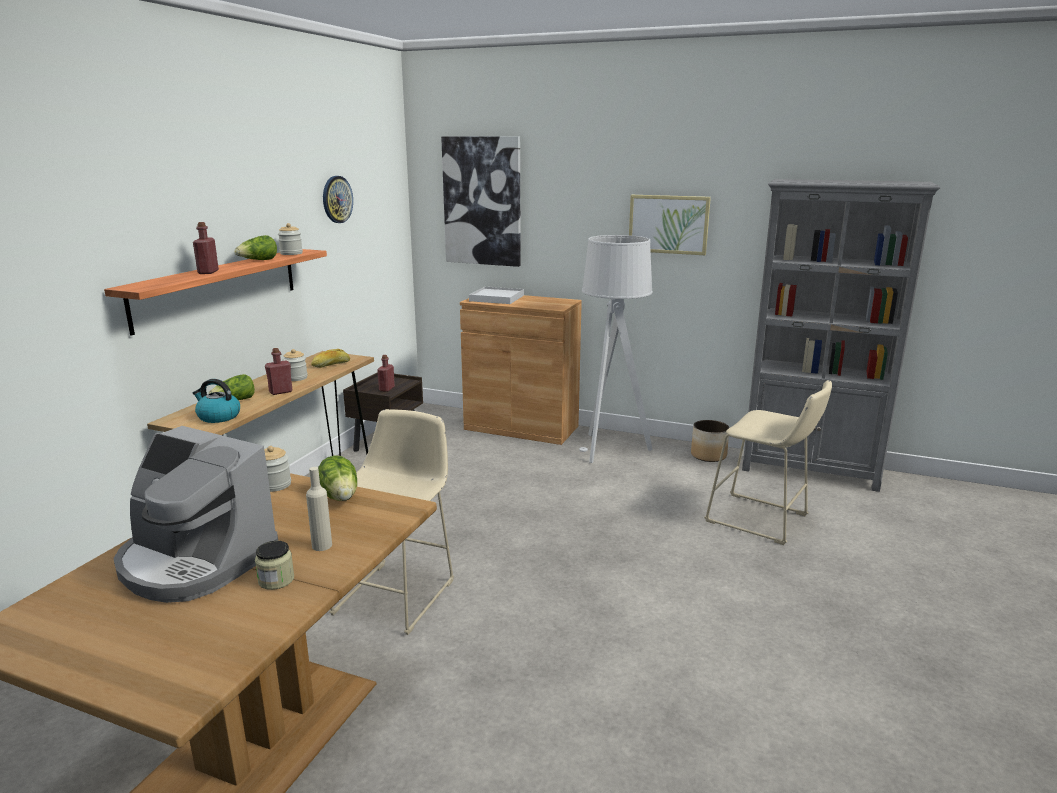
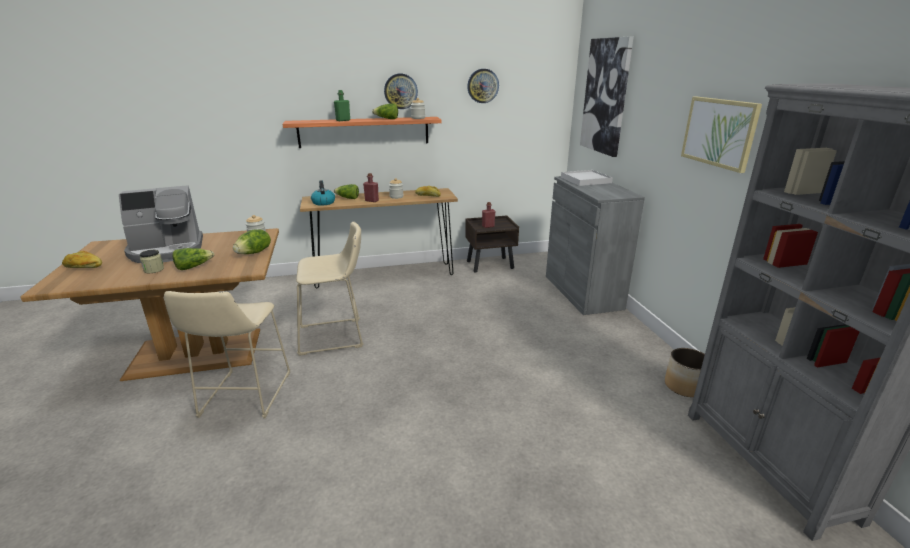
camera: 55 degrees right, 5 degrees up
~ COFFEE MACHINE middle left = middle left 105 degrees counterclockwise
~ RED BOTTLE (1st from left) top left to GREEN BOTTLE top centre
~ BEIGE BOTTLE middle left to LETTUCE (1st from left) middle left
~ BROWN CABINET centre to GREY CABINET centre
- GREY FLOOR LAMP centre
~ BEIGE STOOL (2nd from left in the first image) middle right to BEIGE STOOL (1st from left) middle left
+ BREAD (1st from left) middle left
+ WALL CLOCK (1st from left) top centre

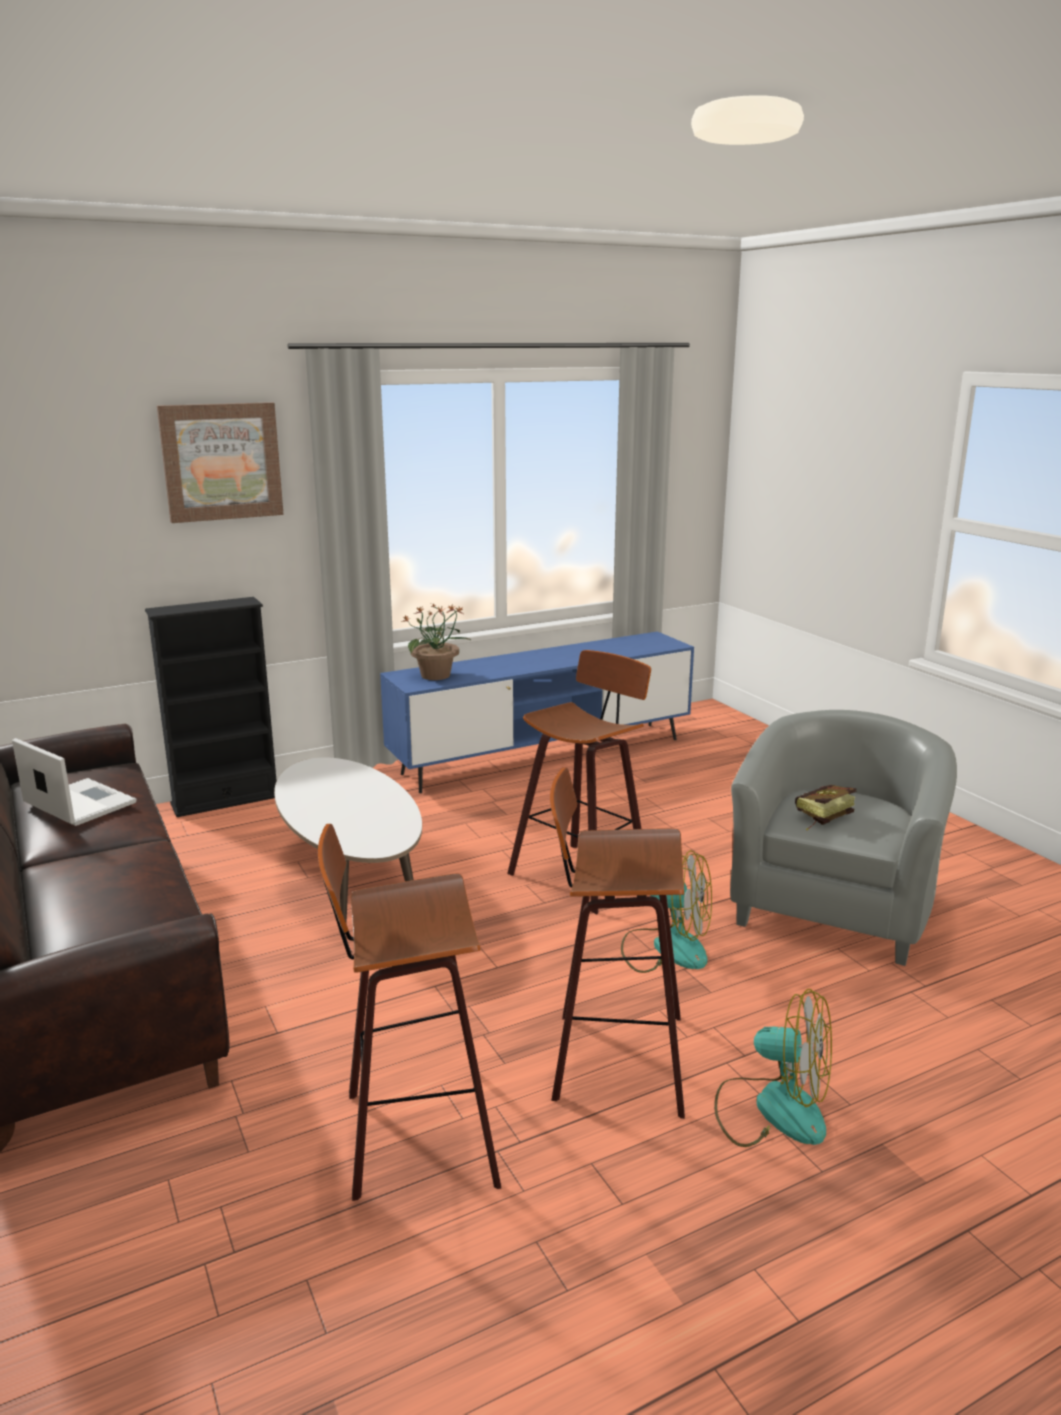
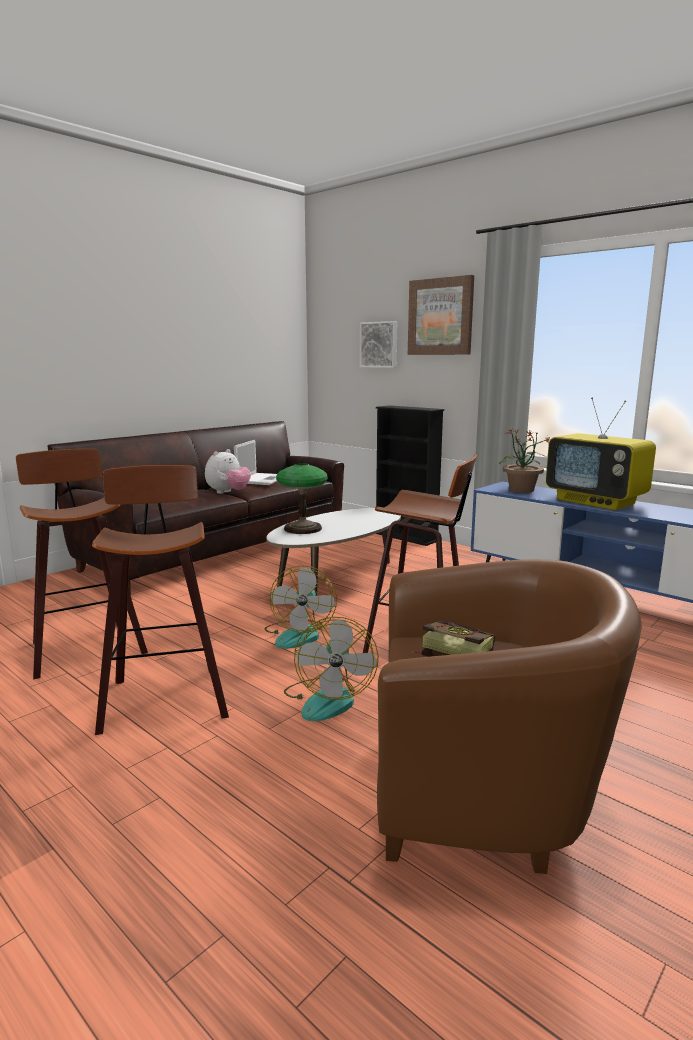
camera: 70 degrees right, 5 degrees down
~ FAN (2nd from left in the first image) bottom right to FAN (1st from left) centre
~ GREY ARMCHAIR middle right to BROWN ARMCHAIR bottom right
+ PLUSH TOY middle left
+ TABLE LAMP centre
+ PICTURE (1st from left) top centre
+ TELEVISION middle right

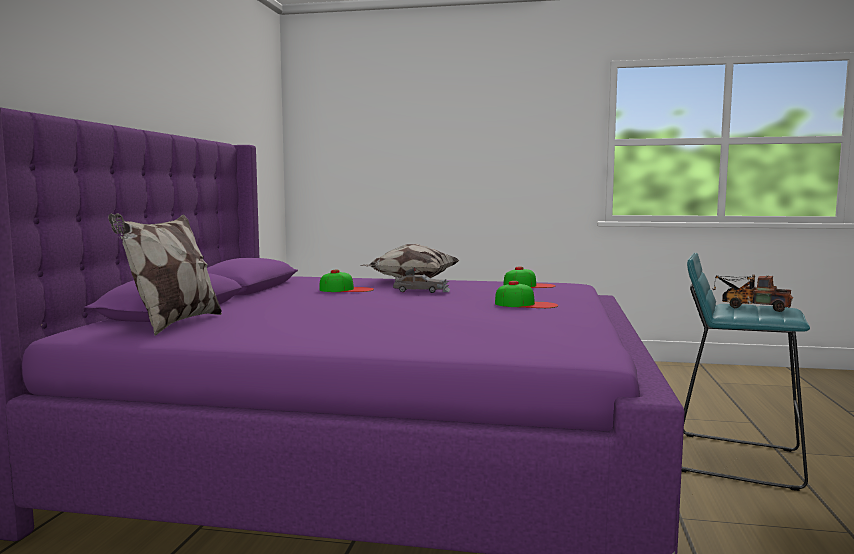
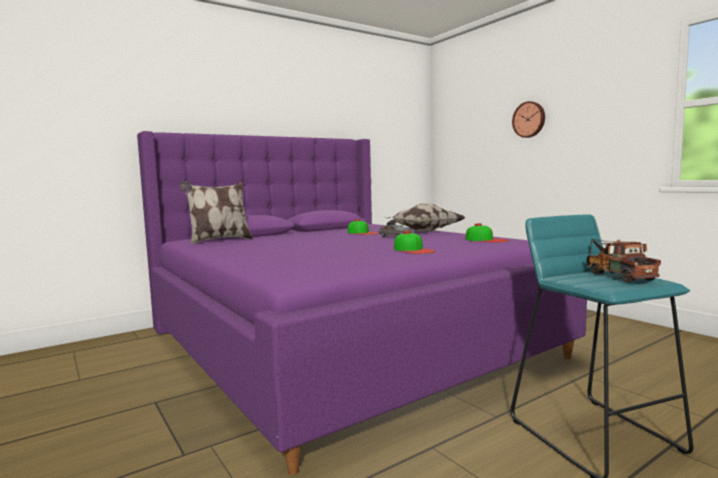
camera: 45 degrees right, 0 degrees up
+ WALL CLOCK top right

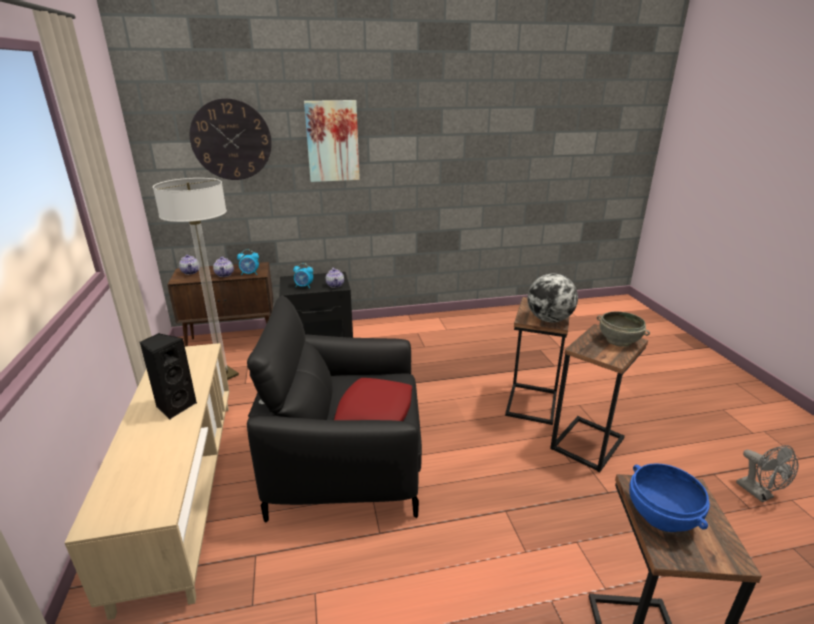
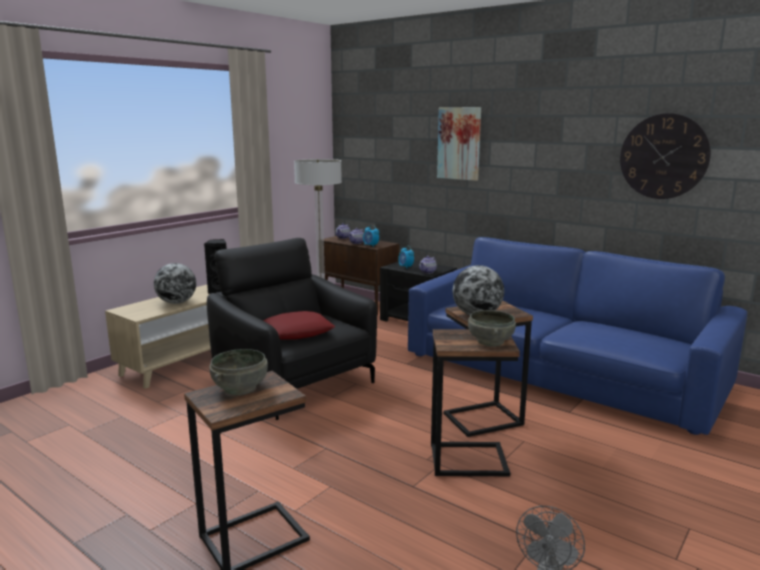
camera: 50 degrees right, 10 degrees down
~ WALL CLOCK top left to top right
~ BLUE BOWL bottom right to GREY BOWL (1st from left) middle left
+ GLOBE (1st from left) middle left
+ BLUE SOFA middle right

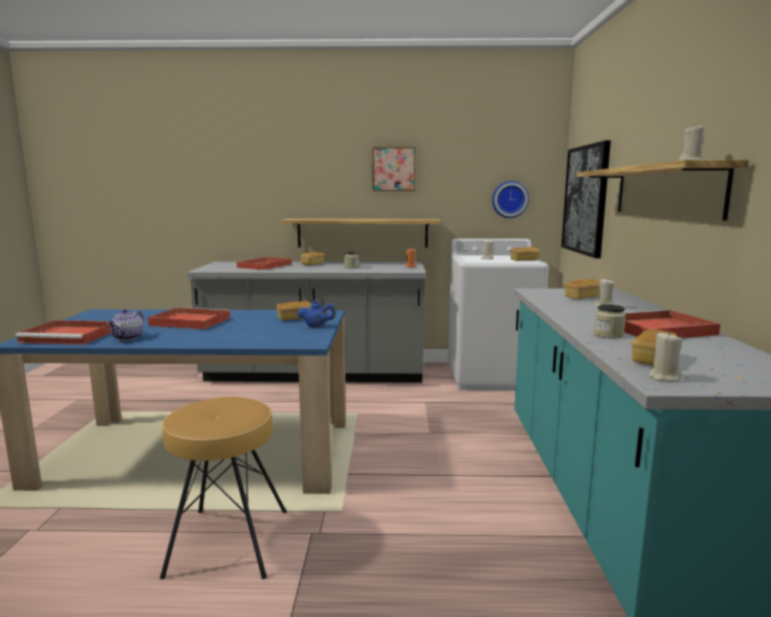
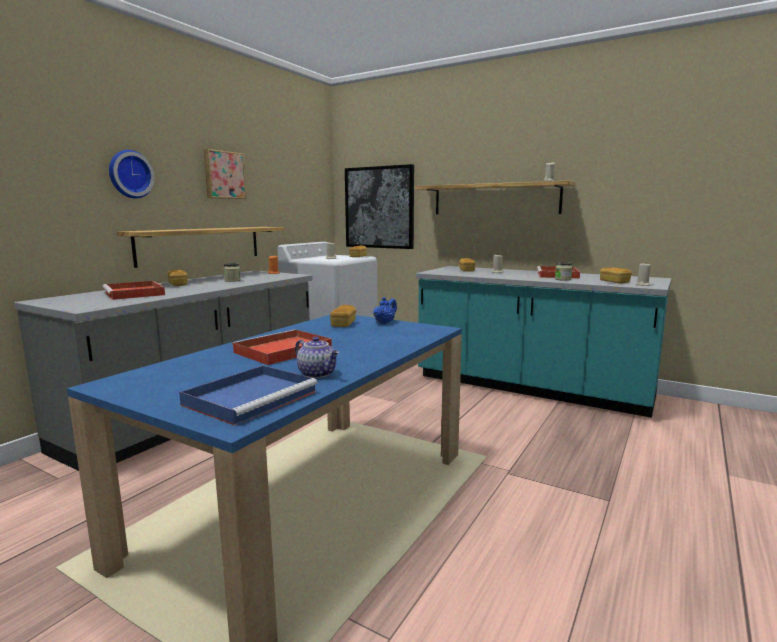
camera: 60 degrees left, 0 degrees up
~ RED TRAY (1st from left) middle left to BLUE TRAY middle left
- BROWN STOOL bottom left
~ WALL CLOCK top centre to top left

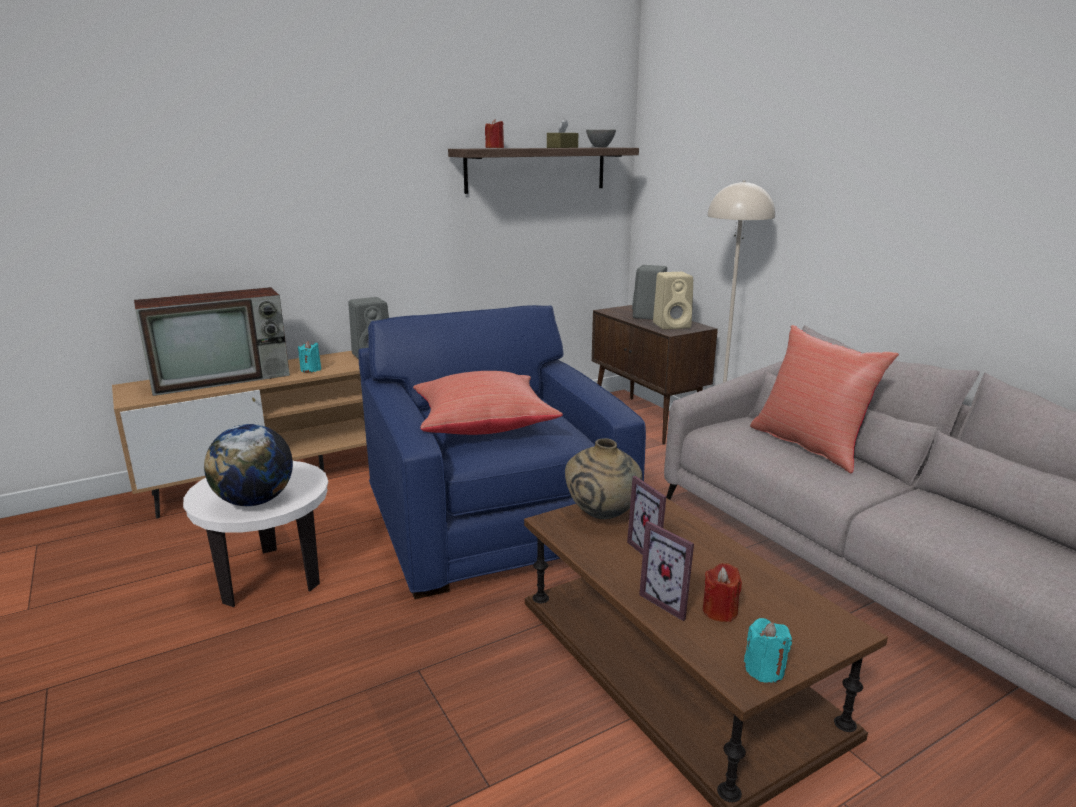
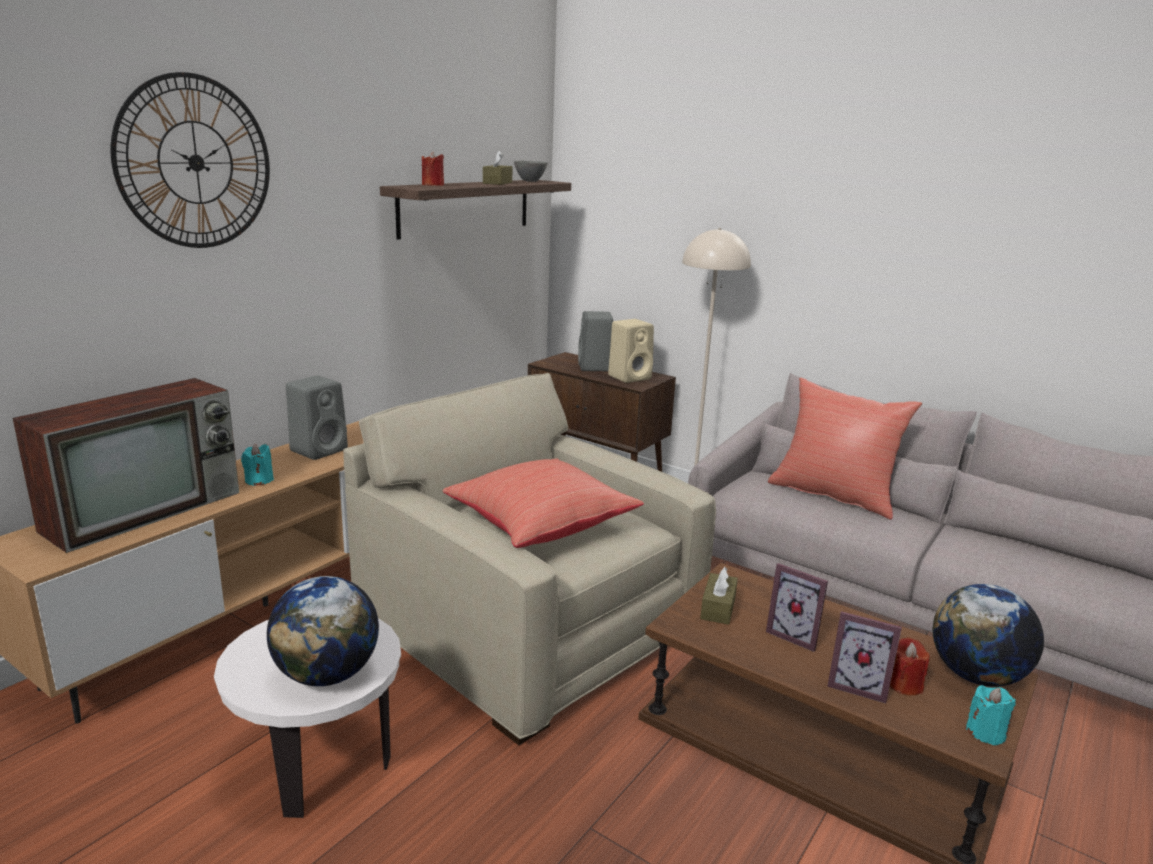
camera: 25 degrees left, 0 degrees up
~ BLUE ARMCHAIR centre to BEIGE ARMCHAIR centre
~ BEIGE VASE centre to BROWN TISSUE BOX (2nd from left) bottom centre
+ WALL CLOCK top left
+ GLOBE (2nd from left) bottom right

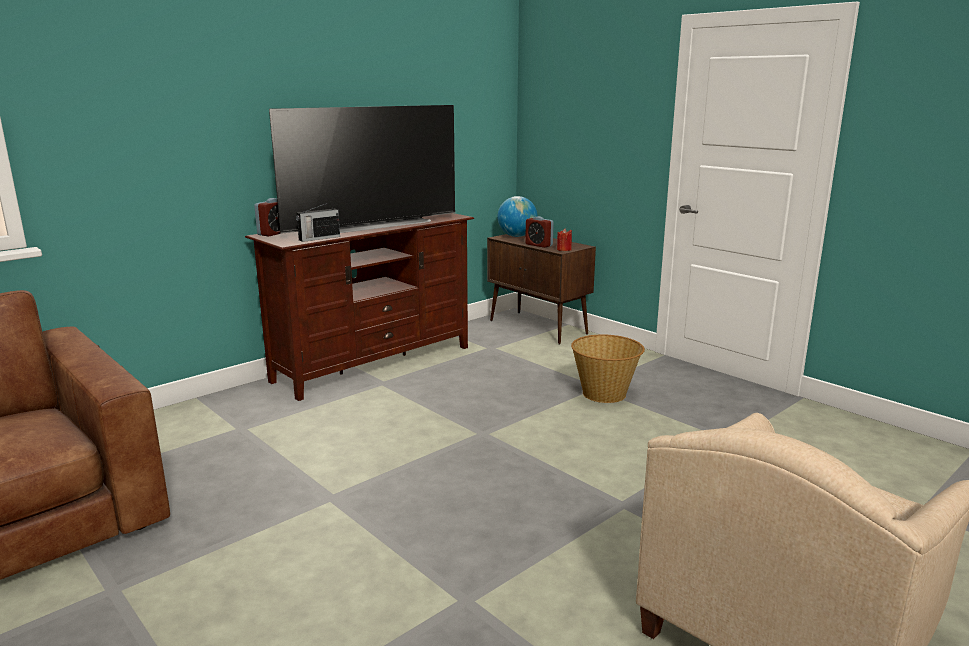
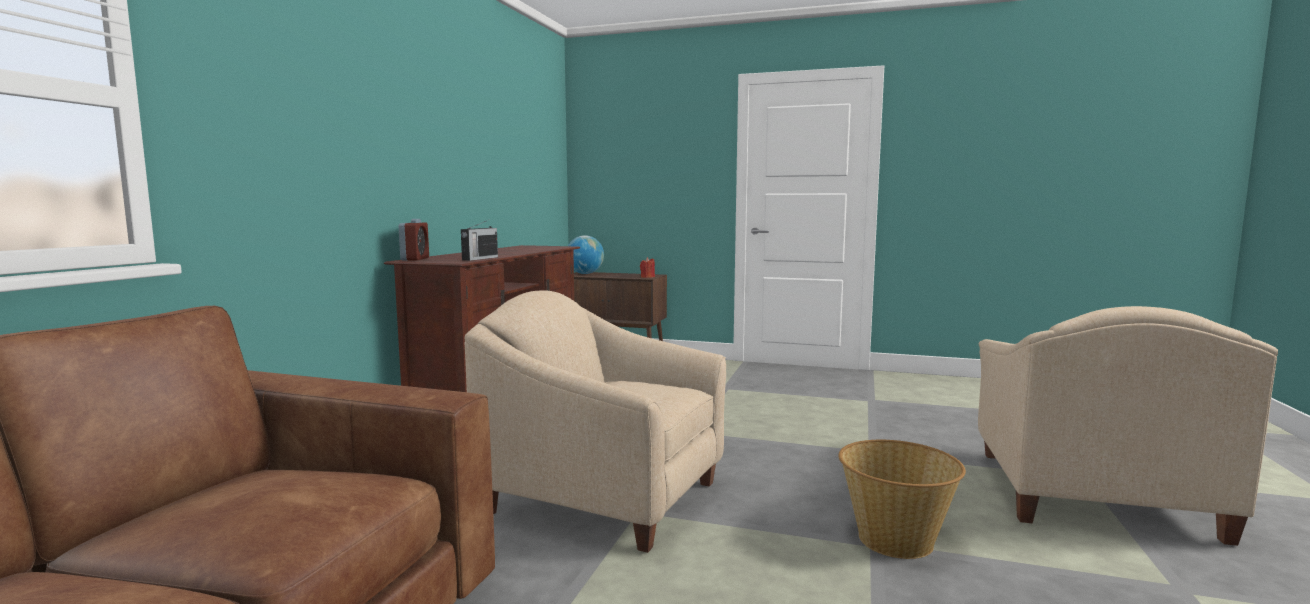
camera: 30 degrees left, 10 degrees down
- TELEVISION top centre
- ALARM CLOCK (2nd from left) centre
~ BASKET centre to bottom right
+ BEIGE ARMCHAIR (1st from left) bottom centre

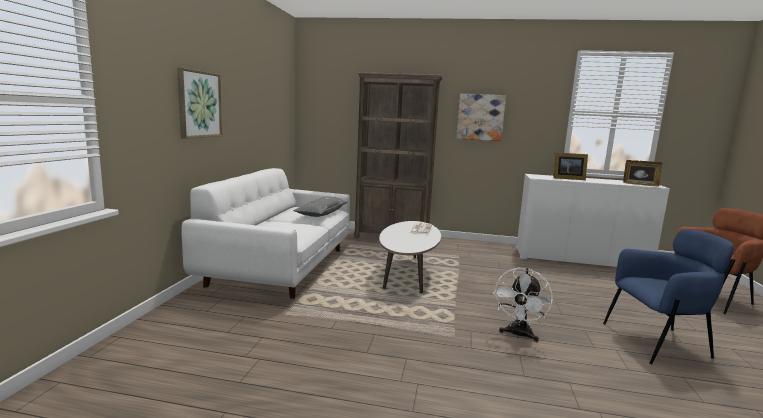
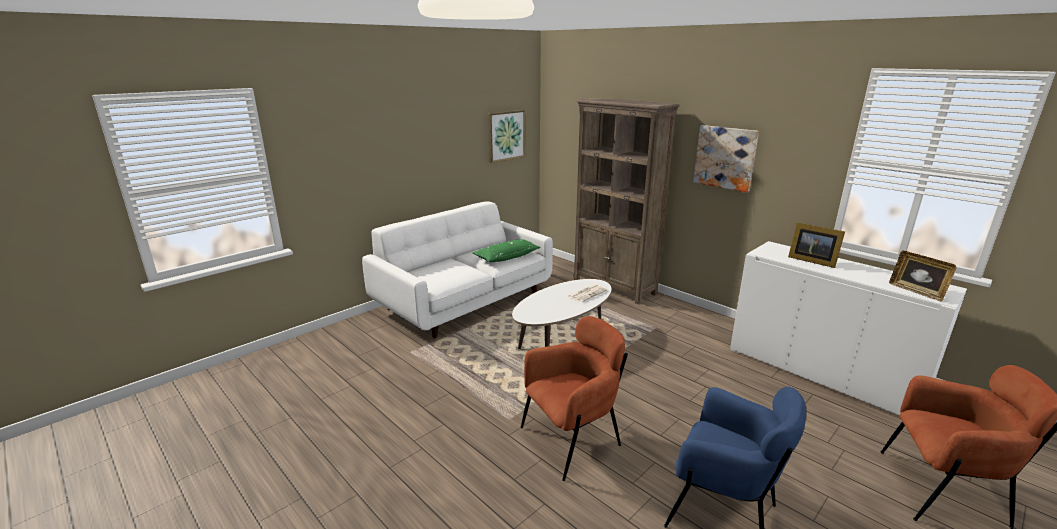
camera: 35 degrees right, 10 degrees up
~ PICTURE (1st from left) top left to top centre
~ GREY PILLOW centre to GREEN PILLOW centre
~ WHITE FAN bottom right to BROWN ARMCHAIR (1st from left) bottom centre

